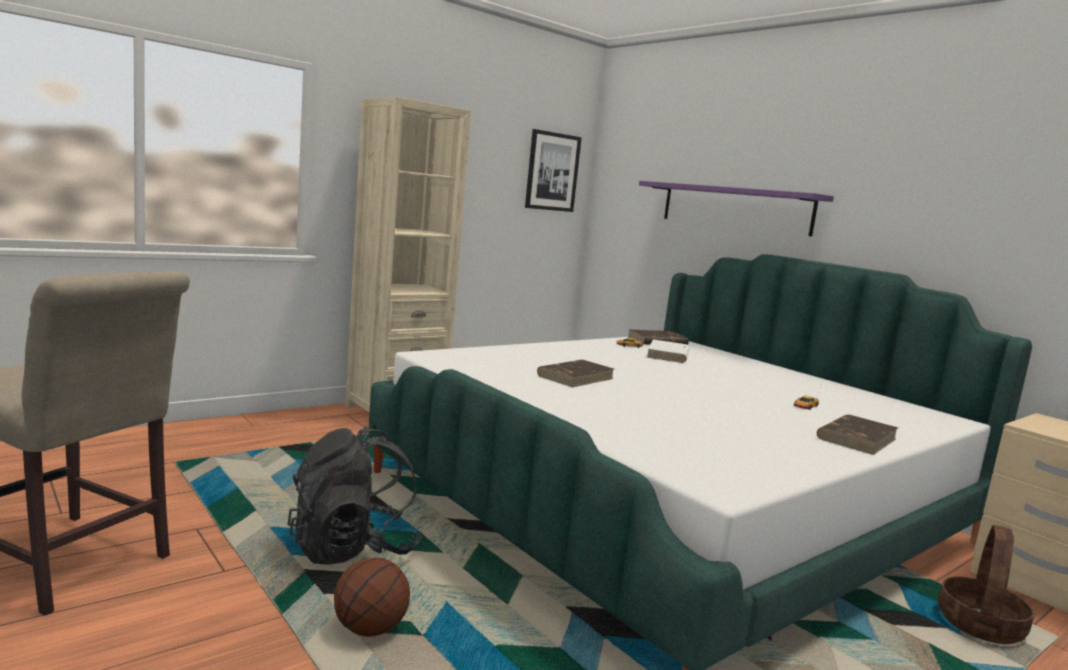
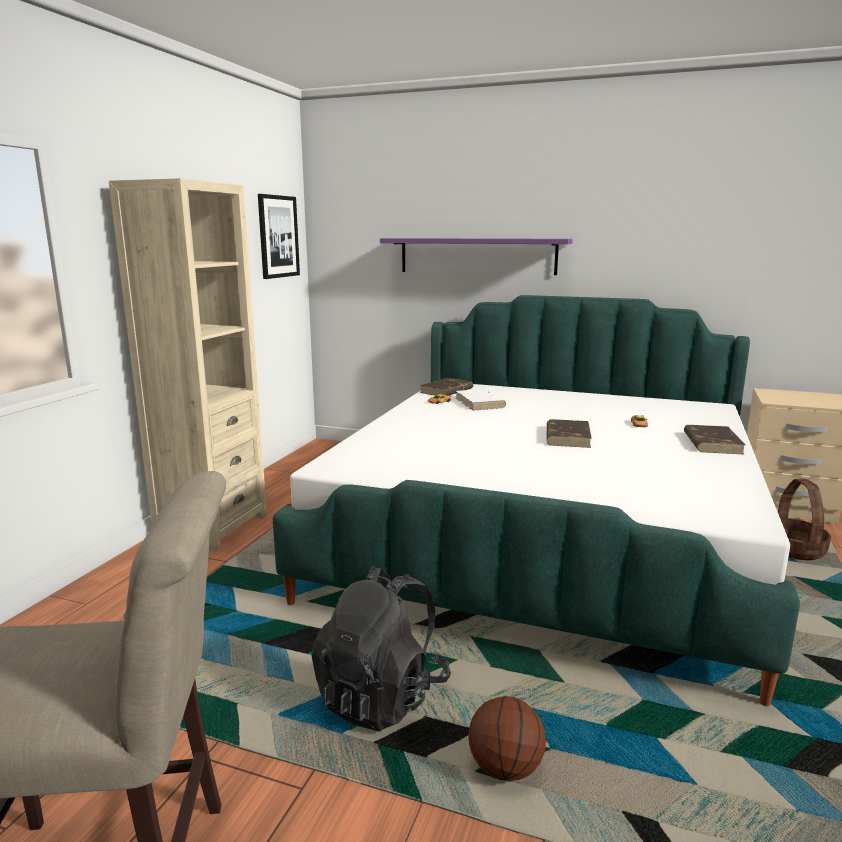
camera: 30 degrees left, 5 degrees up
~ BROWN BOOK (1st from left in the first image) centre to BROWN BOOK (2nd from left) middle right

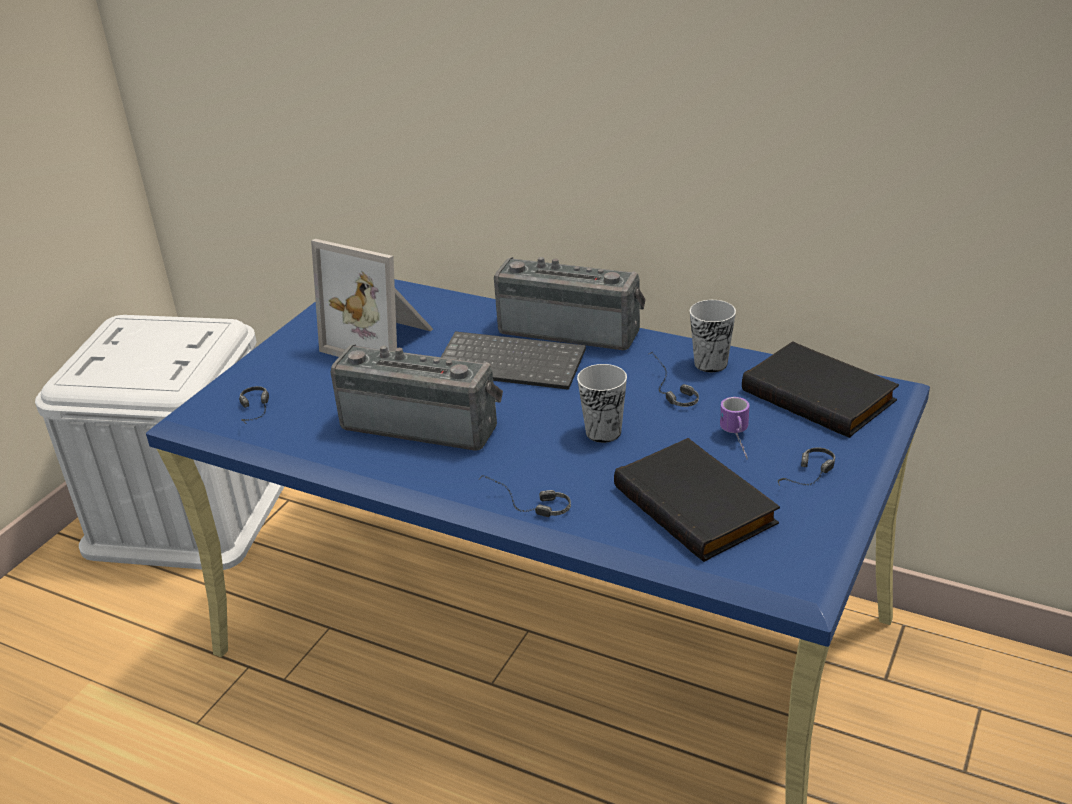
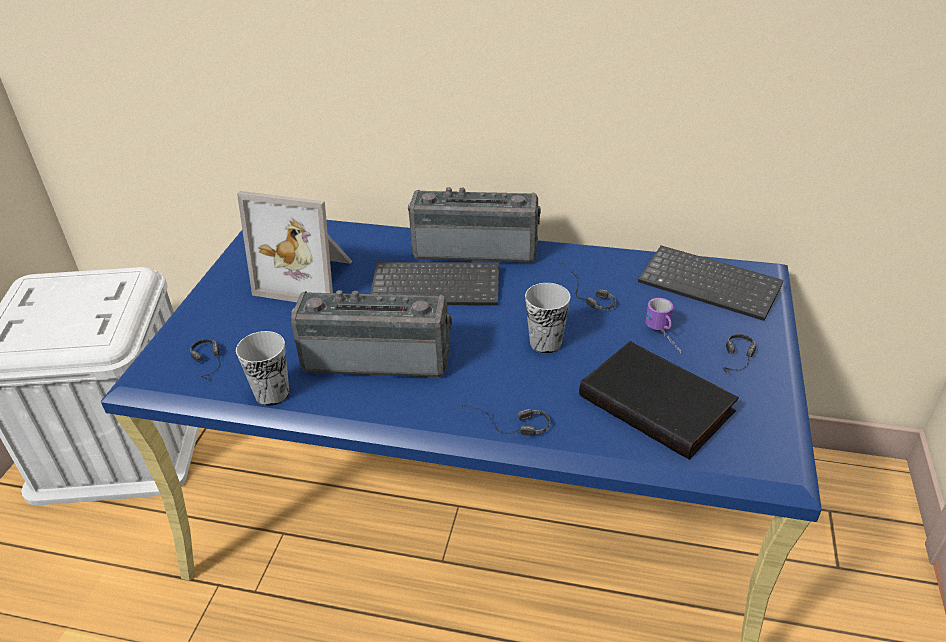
camera: 15 degrees left, 5 degrees up
~ CUP (2nd from left in the first image) centre to CUP (1st from left) middle left
~ BLACK BOOK (2nd from left) middle right to KEYBOARD (2nd from left) middle right

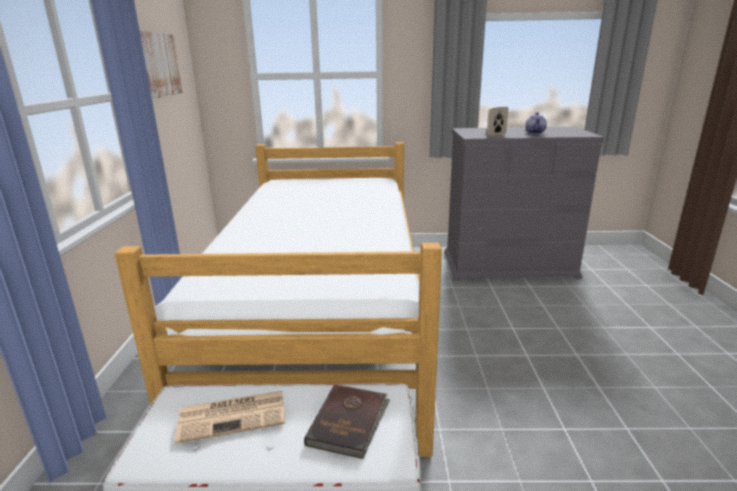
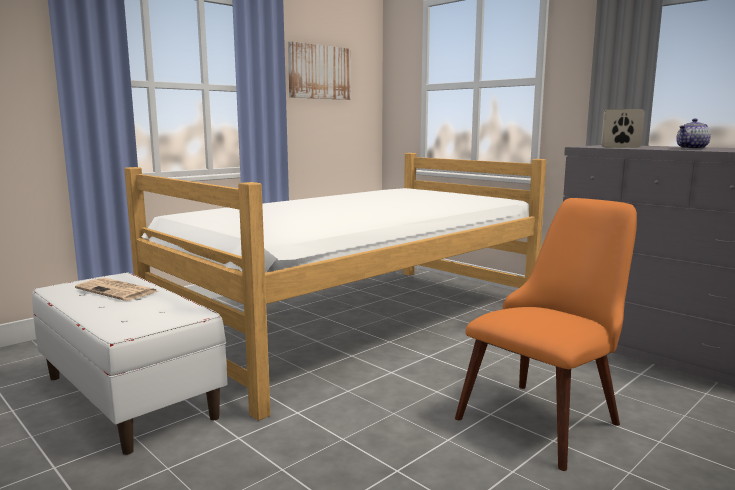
camera: 45 degrees right, 10 degrees down
- BROWN BOOK bottom centre
+ ORANGE CHAIR bottom right

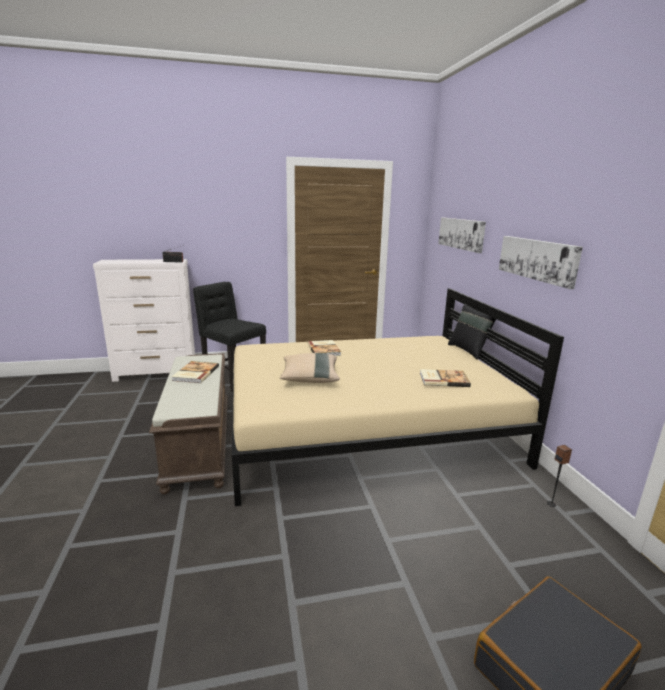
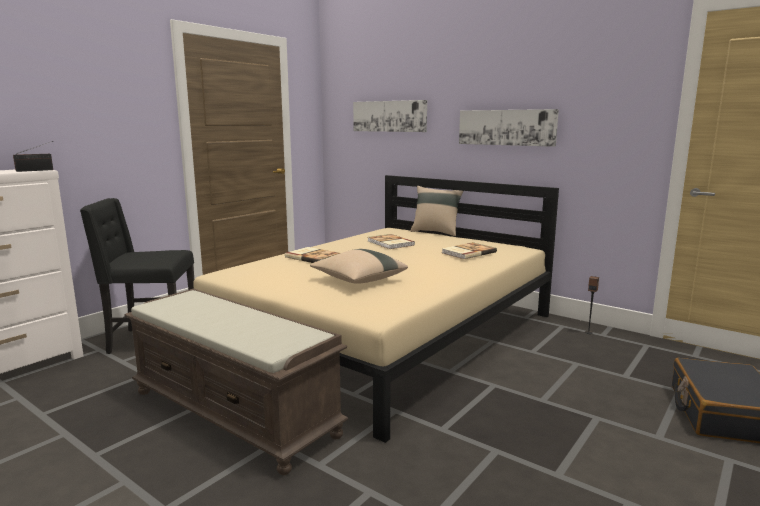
camera: 40 degrees left, 5 degrees down
~ BOOK (1st from left in the first image) middle left to BOOK (2nd from left) centre
~ BLACK PILLOW middle right to BEIGE PILLOW (2nd from left) centre

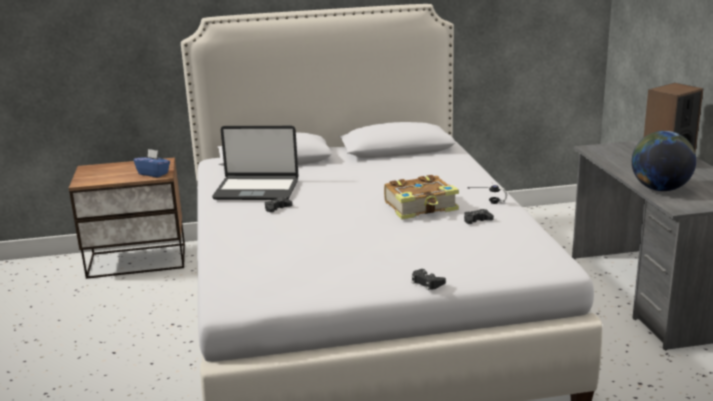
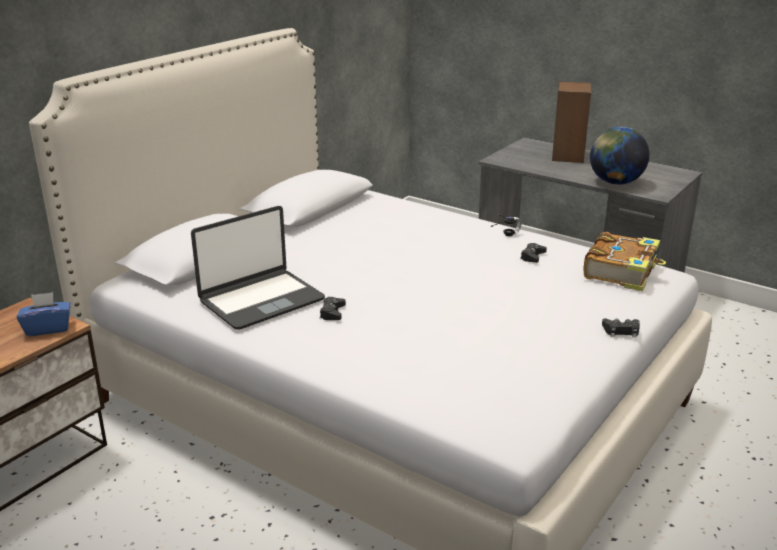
camera: 45 degrees left, 5 degrees up
~ BOOK centre to middle right

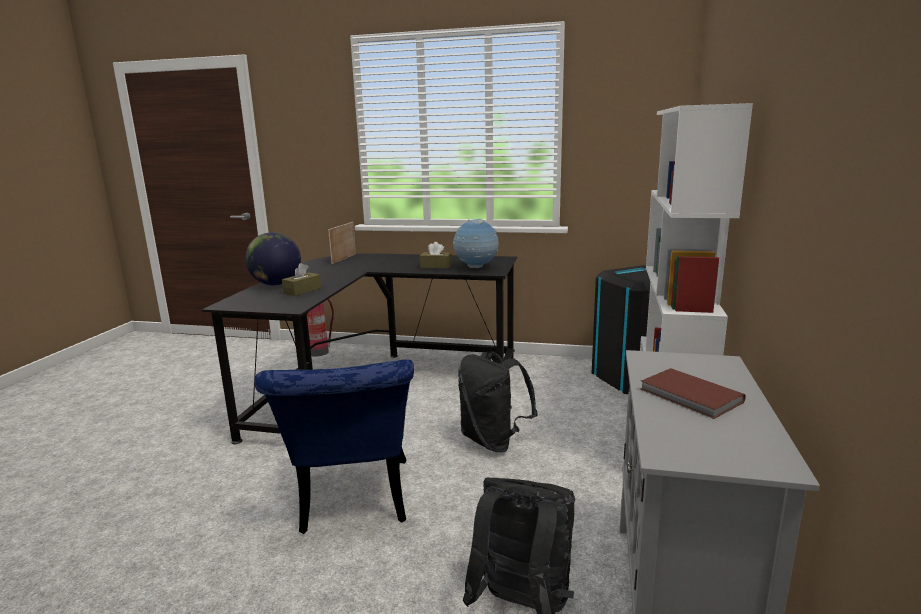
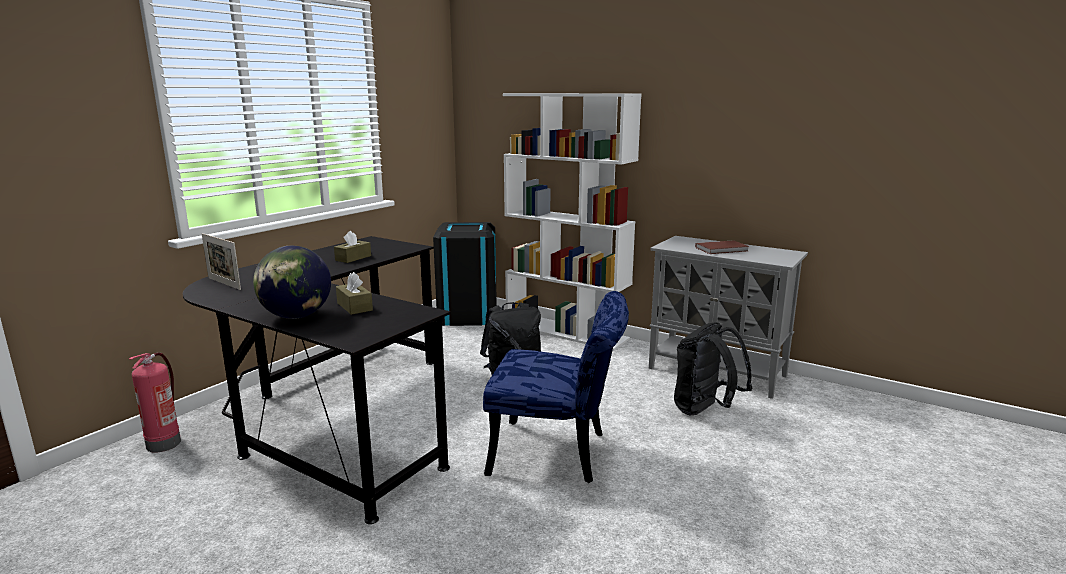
camera: 70 degrees left, 0 degrees up
- GLOBE (2nd from left) centre

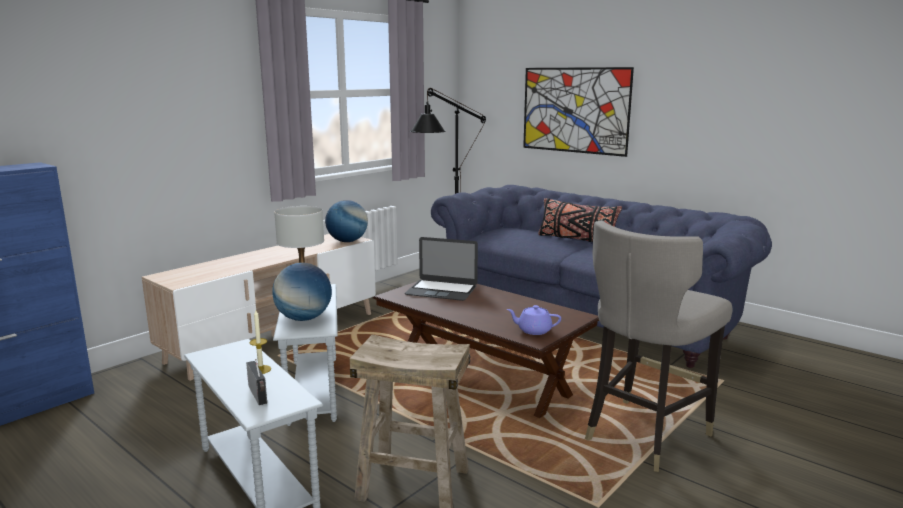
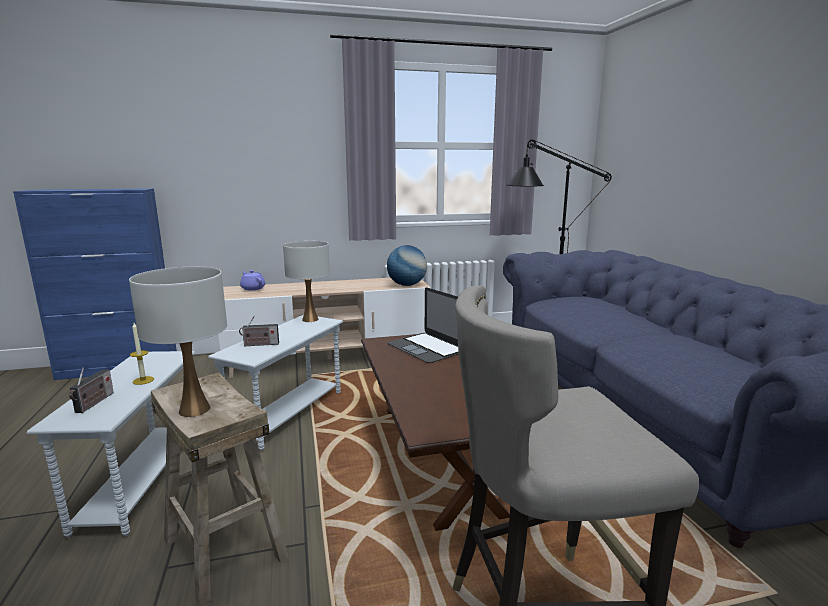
camera: 35 degrees right, 0 degrees up
~ GLOBE (1st from left) centre to RADIO (2nd from left) middle left
~ PURPLE TEAPOT centre to middle left
- PICTURE top centre
- BLACK PILLOW centre
+ WHITE TABLE LAMP (1st from left) middle left

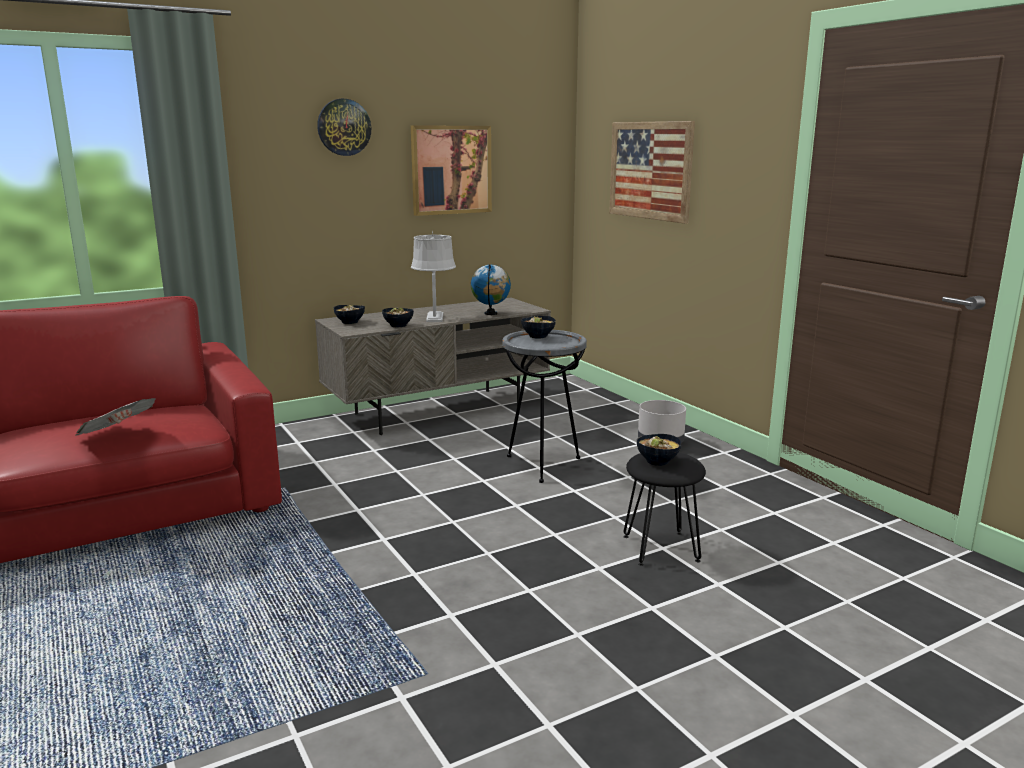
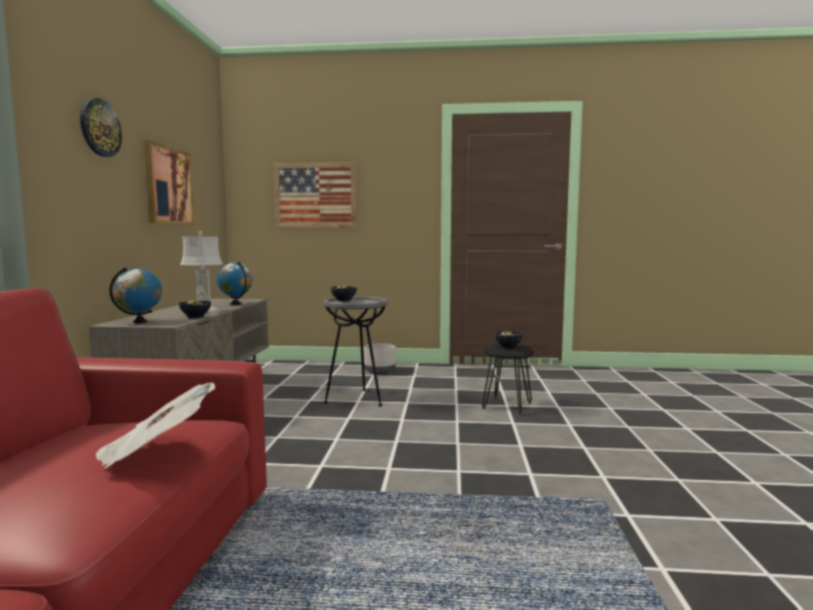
camera: 55 degrees left, 10 degrees down
~ BOWL (1st from left) centre to GLOBE (1st from left) middle left

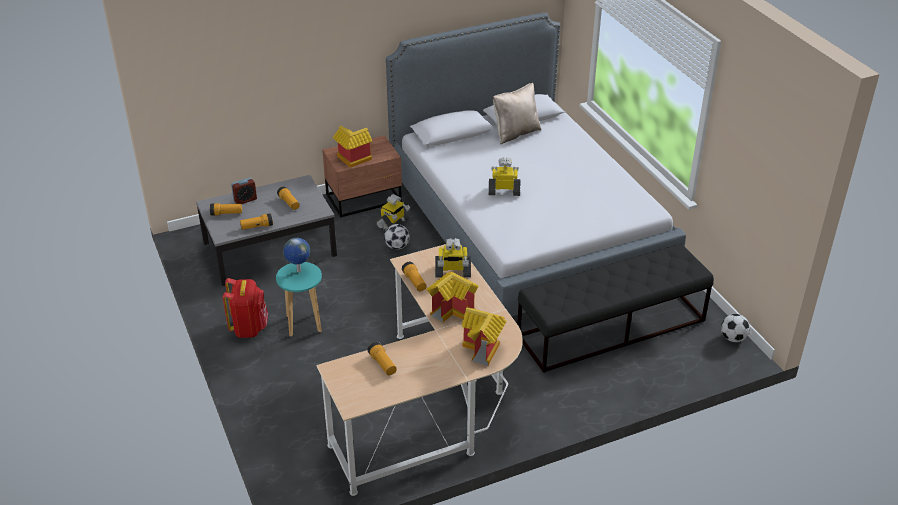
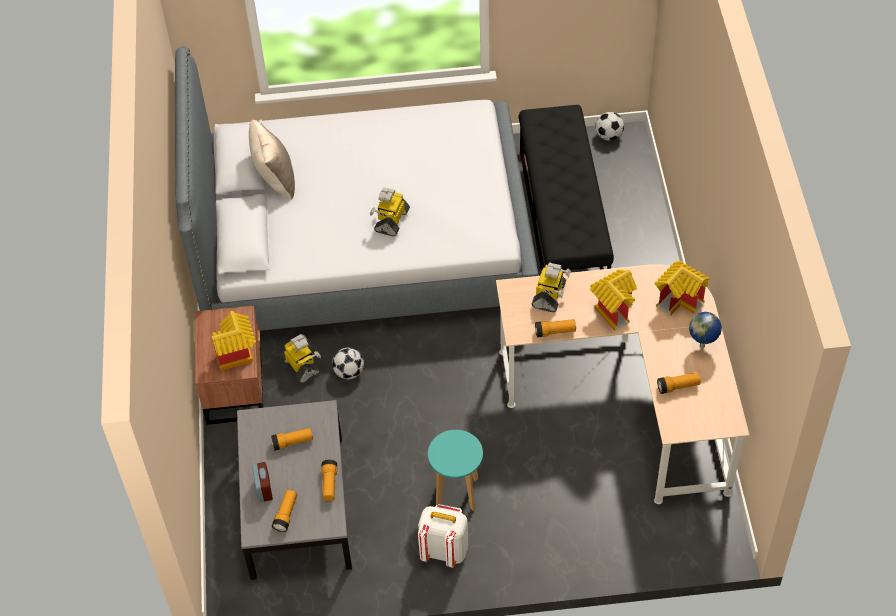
camera: 70 degrees left, 15 degrees up
~ RED BACKPACK middle left to WHITE BACKPACK bottom centre
~ GLOBE middle left to middle right

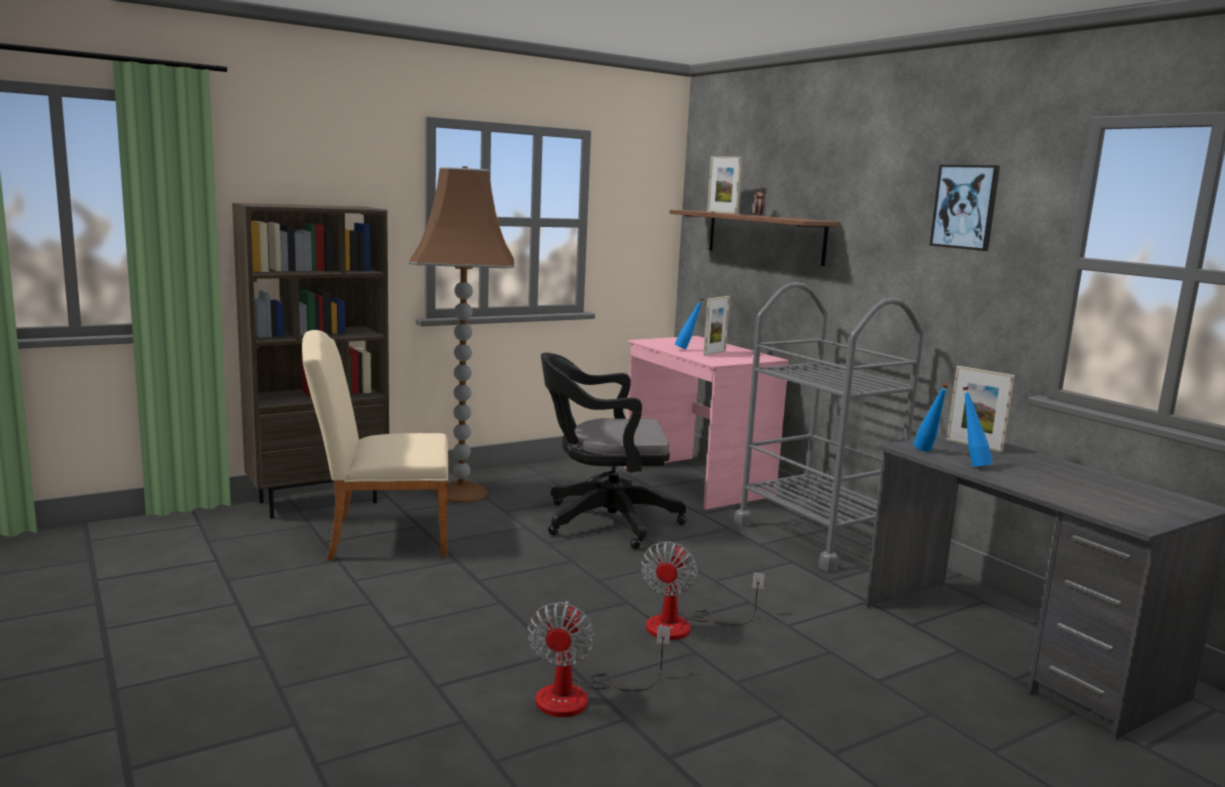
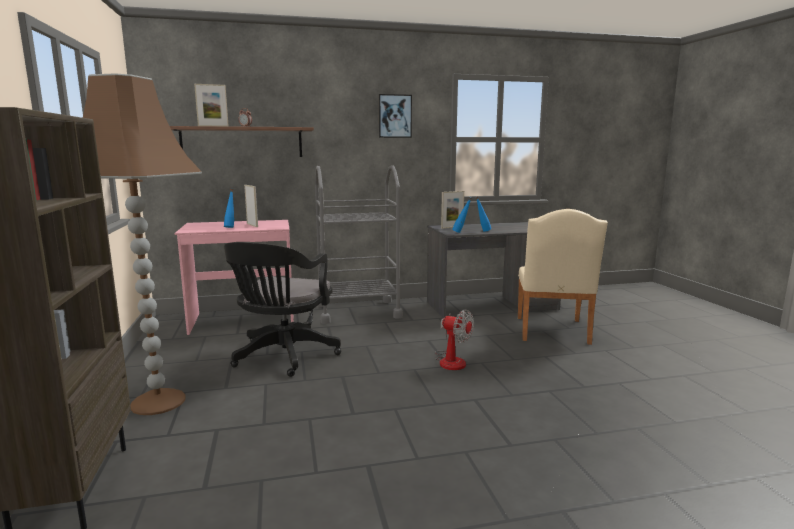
camera: 70 degrees left, 0 degrees up
~ BEIGE CHAIR middle left to middle right
- FAN (1st from left) bottom centre

